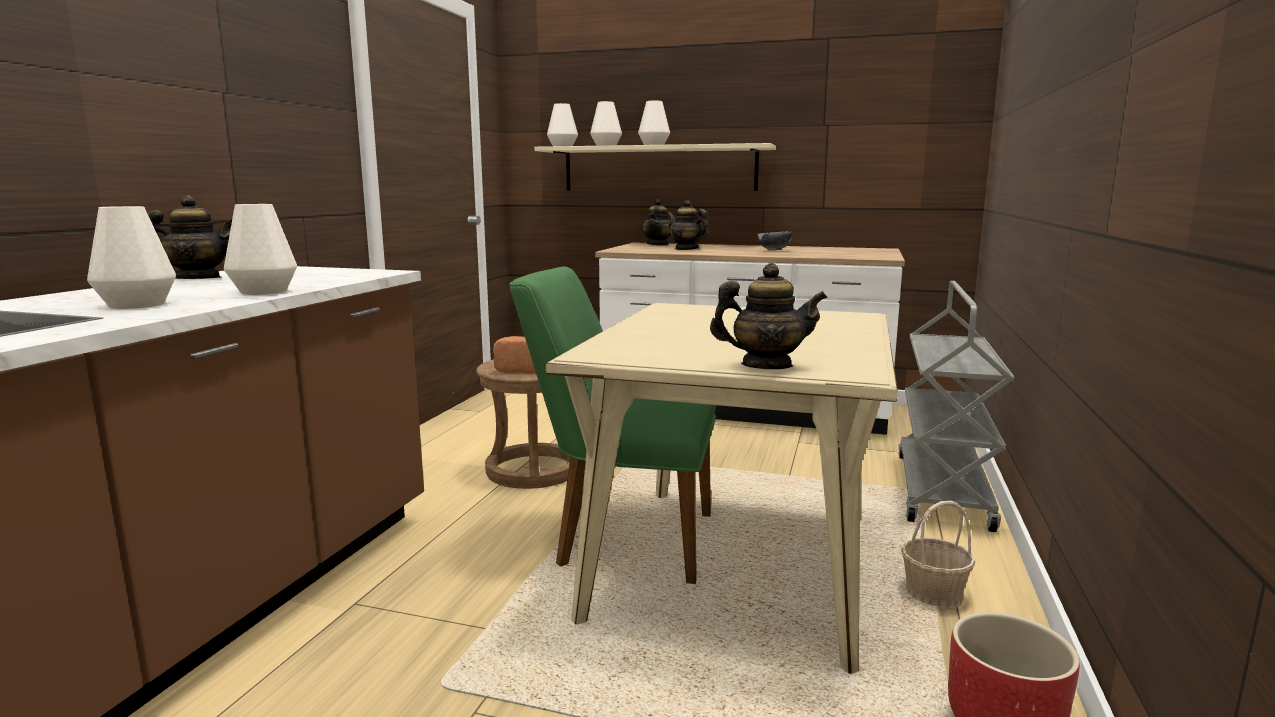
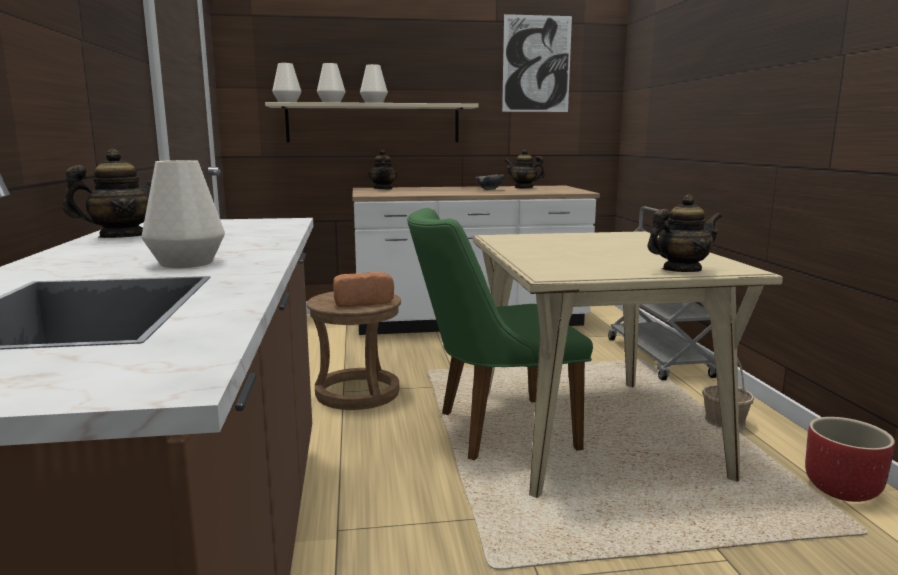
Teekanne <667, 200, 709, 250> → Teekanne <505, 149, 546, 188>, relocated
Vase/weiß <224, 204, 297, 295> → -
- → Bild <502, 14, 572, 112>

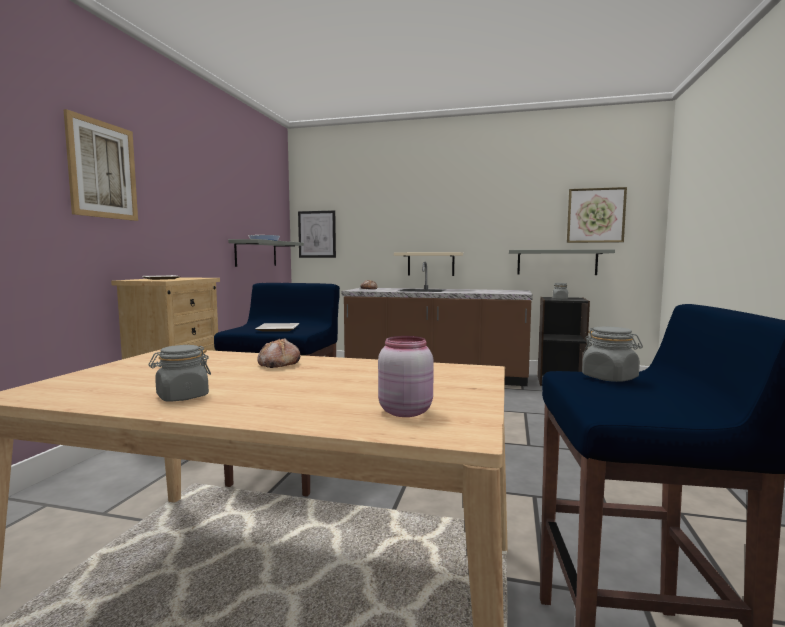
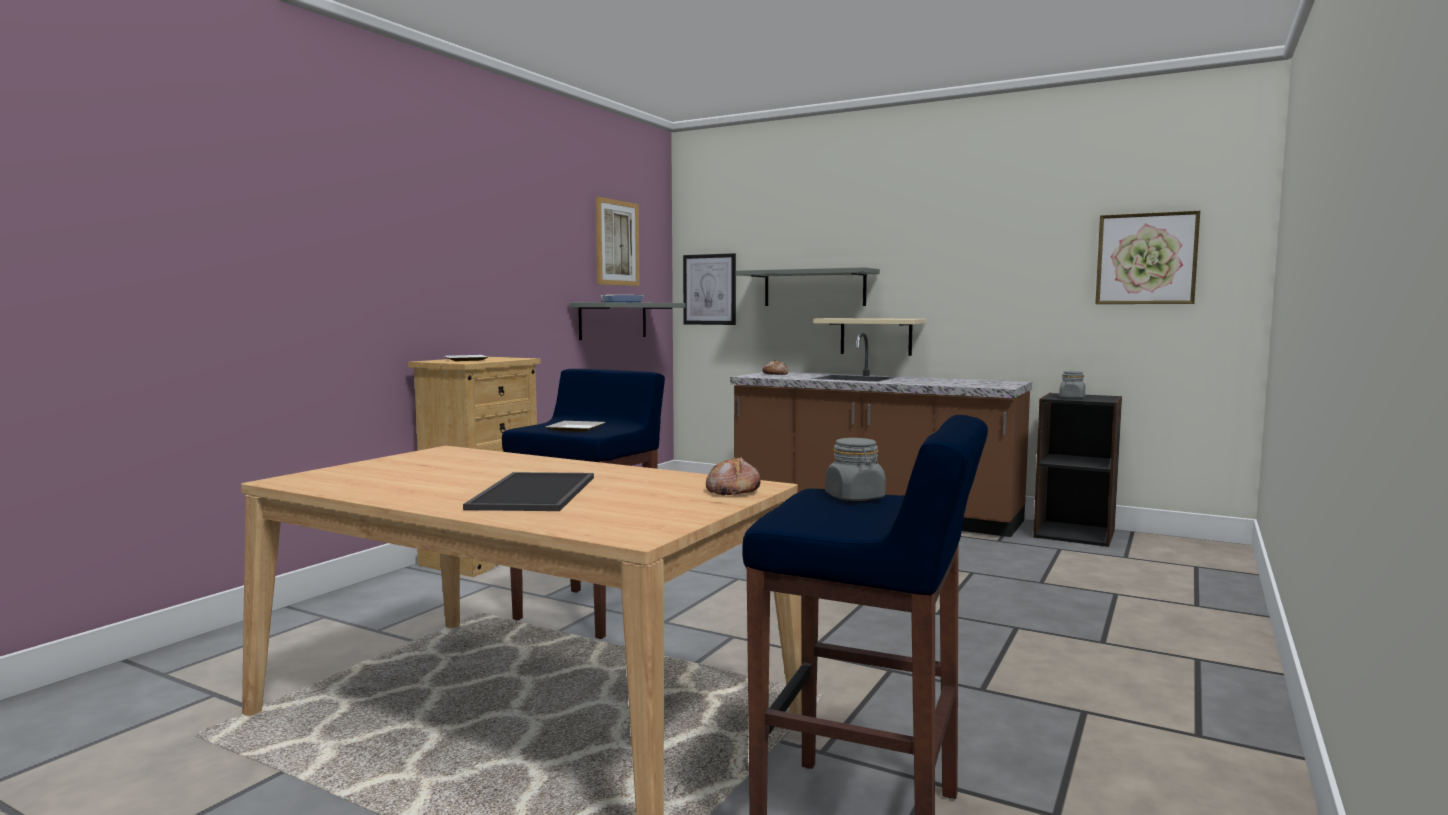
Bild <63, 109, 138, 221> → Bild <596, 197, 640, 286>, relocated
Wandregal/grau <509, 249, 615, 275> → Wandregal/grau <735, 267, 880, 306>, relocated
Vorratsglas/rosa <378, 336, 434, 417> → -
Brot <257, 338, 300, 368> → Brot <706, 457, 761, 495>, relocated
Vorratsglas/grau <148, 345, 211, 402> → -
- → Tablett <463, 472, 594, 511>

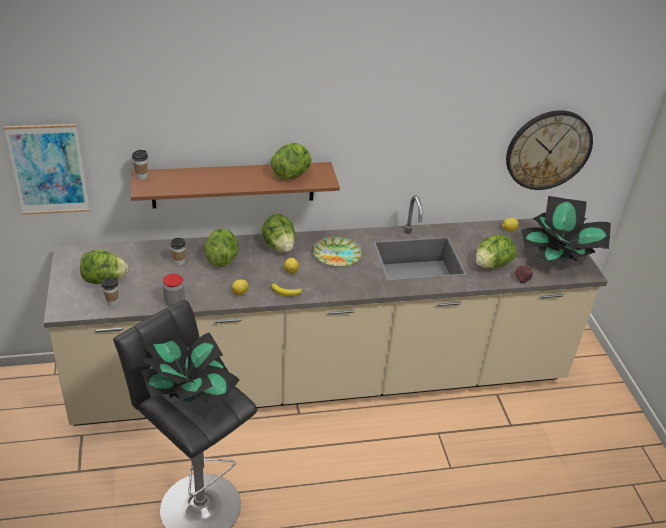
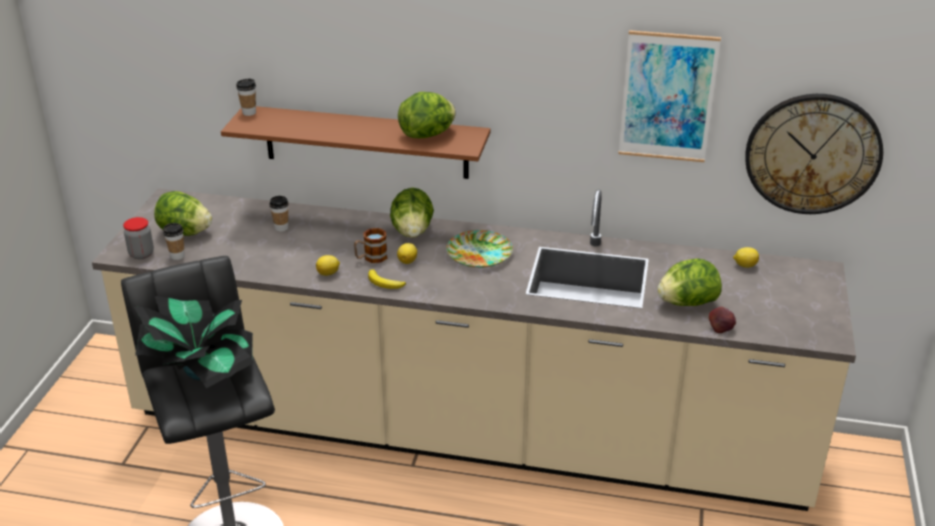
Bild <4, 124, 90, 215> → Bild <618, 30, 721, 162>, relocated
Topfpflanze <521, 196, 611, 267> → -
Salatkopf <204, 229, 238, 267> → -
Vorratsglas <163, 274, 185, 306> → Vorratsglas <123, 217, 154, 259>, relocated
- → Henkelbecher <354, 228, 387, 263>

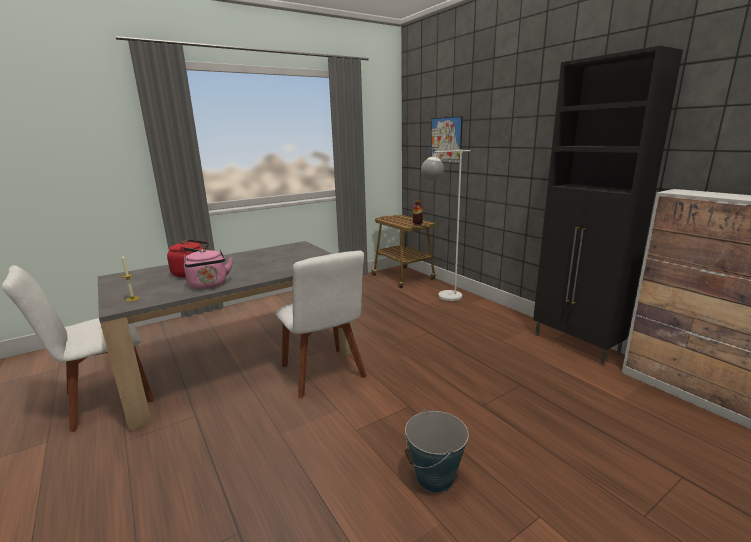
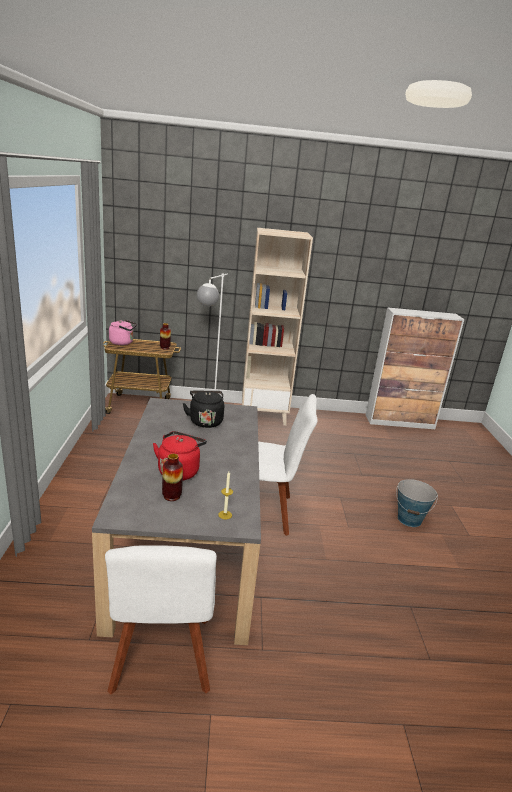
Schrank/schwarz <533, 46, 683, 365> → -
Bild <431, 116, 463, 164> → -
Wasserkessel/rosa <184, 249, 233, 289> → Wasserkessel/rosa <109, 319, 137, 345>, relocated
- → Bücherregal/beige <242, 228, 313, 426>
- → Wasserkessel/schwarz <183, 391, 224, 428>
- → Vase <162, 454, 183, 501>

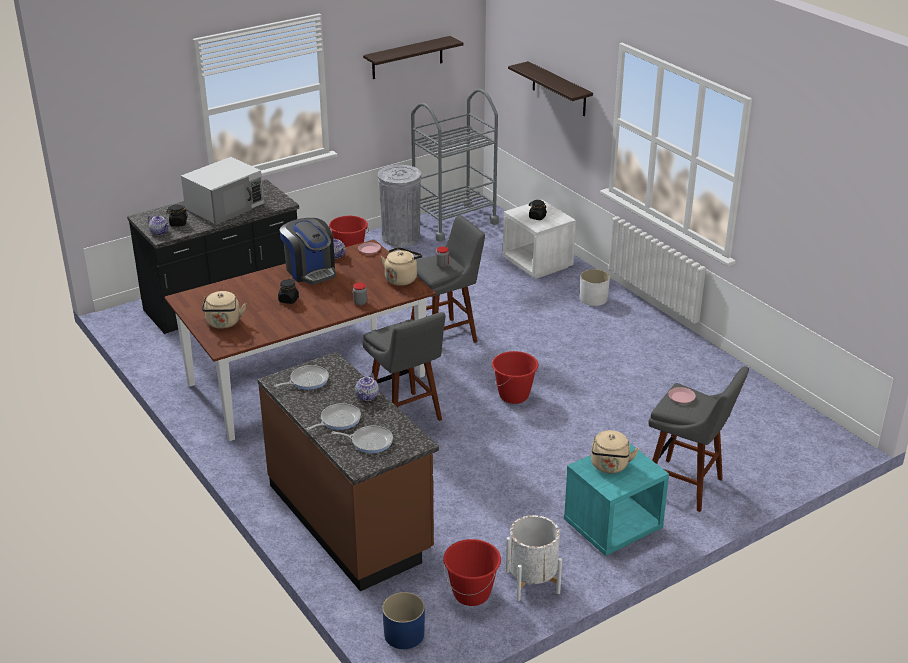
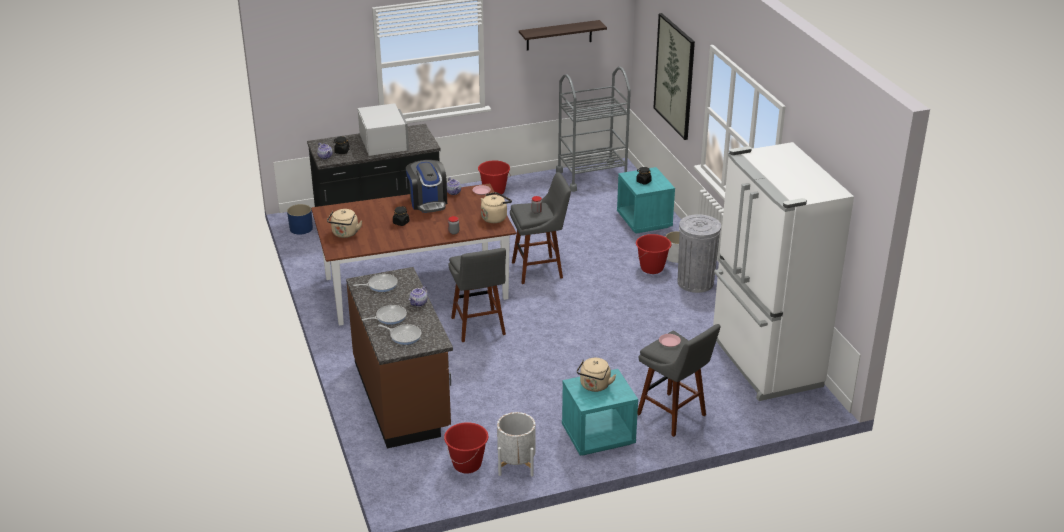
Wandregal <508, 61, 593, 116> → Bild <653, 13, 695, 140>
Mikrowelle/weiß <181, 157, 264, 224> → Mikrowelle/weiß <358, 103, 409, 156>, 75 degrees counterclockwise
Mülleimer/grau <378, 165, 421, 247> → Mülleimer/grau <678, 214, 721, 293>, relocated
Nachttisch/weiß <503, 200, 576, 279> → Nachttisch/türkis <617, 167, 675, 234>
Eimer/rot <492, 351, 538, 404> → Eimer/rot <636, 234, 671, 274>, relocated
Pflanzkübel/blau <382, 592, 425, 649> → Pflanzkübel/blau <287, 204, 313, 235>, relocated
- → Kühlschrank/weiß <713, 142, 854, 401>

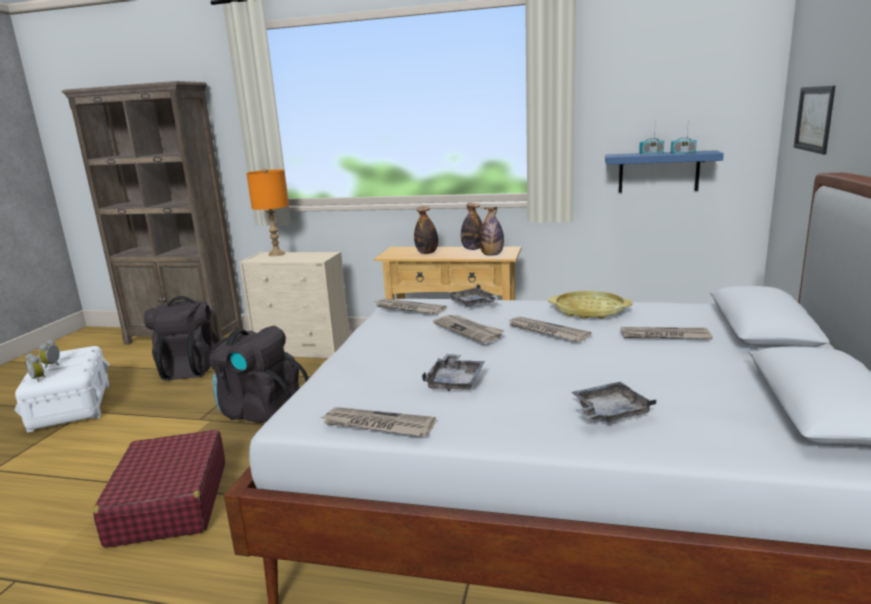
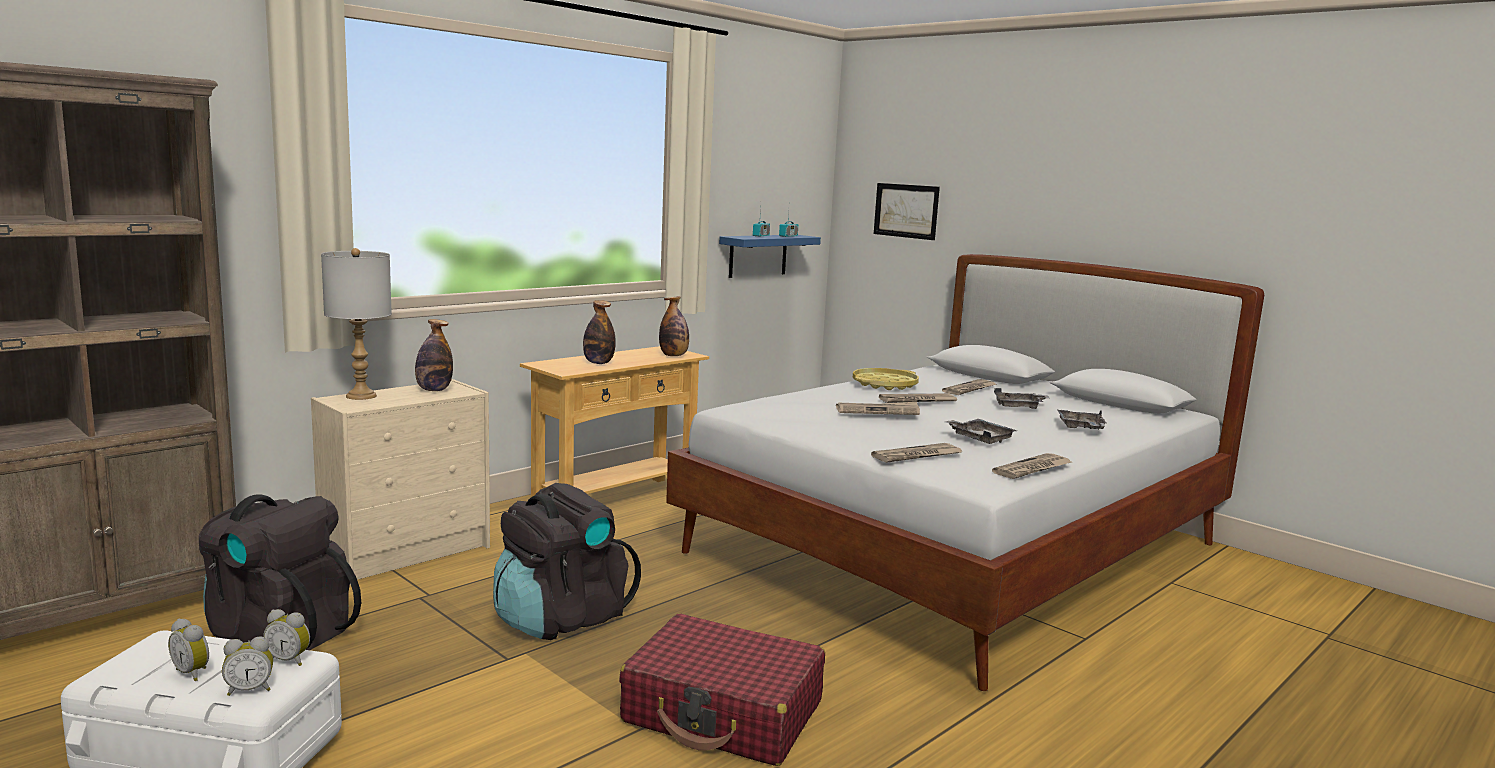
Tischlampe/orange <246, 168, 289, 256> → Tischlampe/grau <321, 248, 392, 400>
Flasche <461, 203, 482, 250> → Flasche <415, 319, 453, 391>, relocated
Tablett/grau <447, 284, 499, 307> → Tablett/grau <994, 388, 1049, 409>, relocated
Zeitung <376, 298, 447, 314> → Zeitung <871, 443, 962, 463>, relocated
- → Wecker <263, 609, 310, 666>

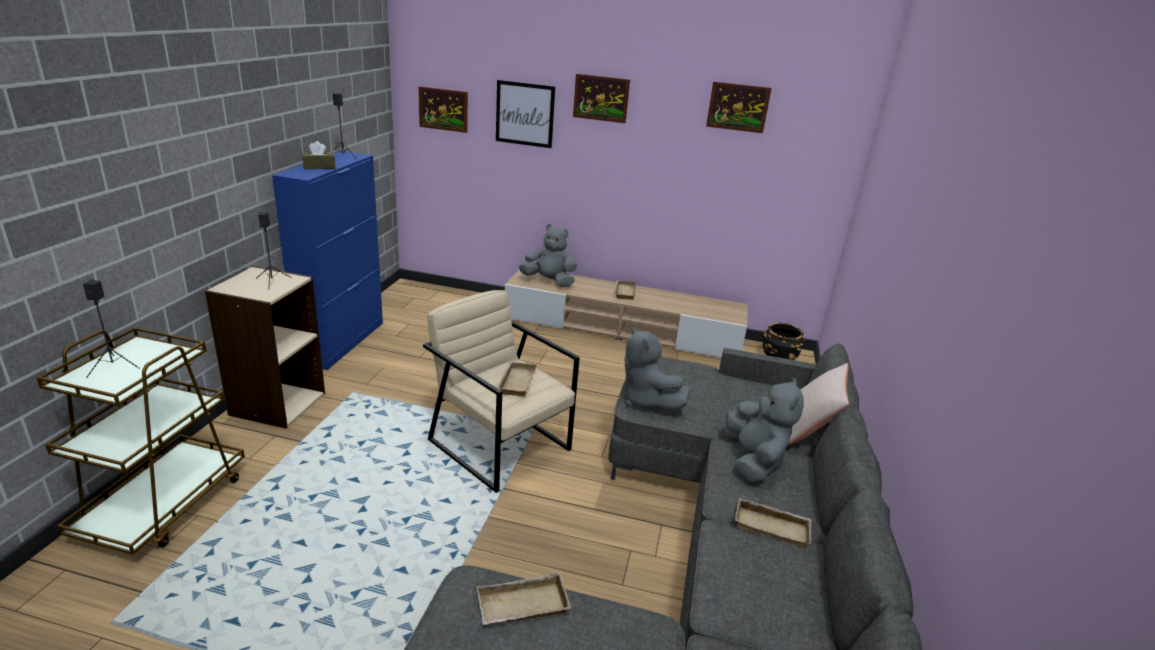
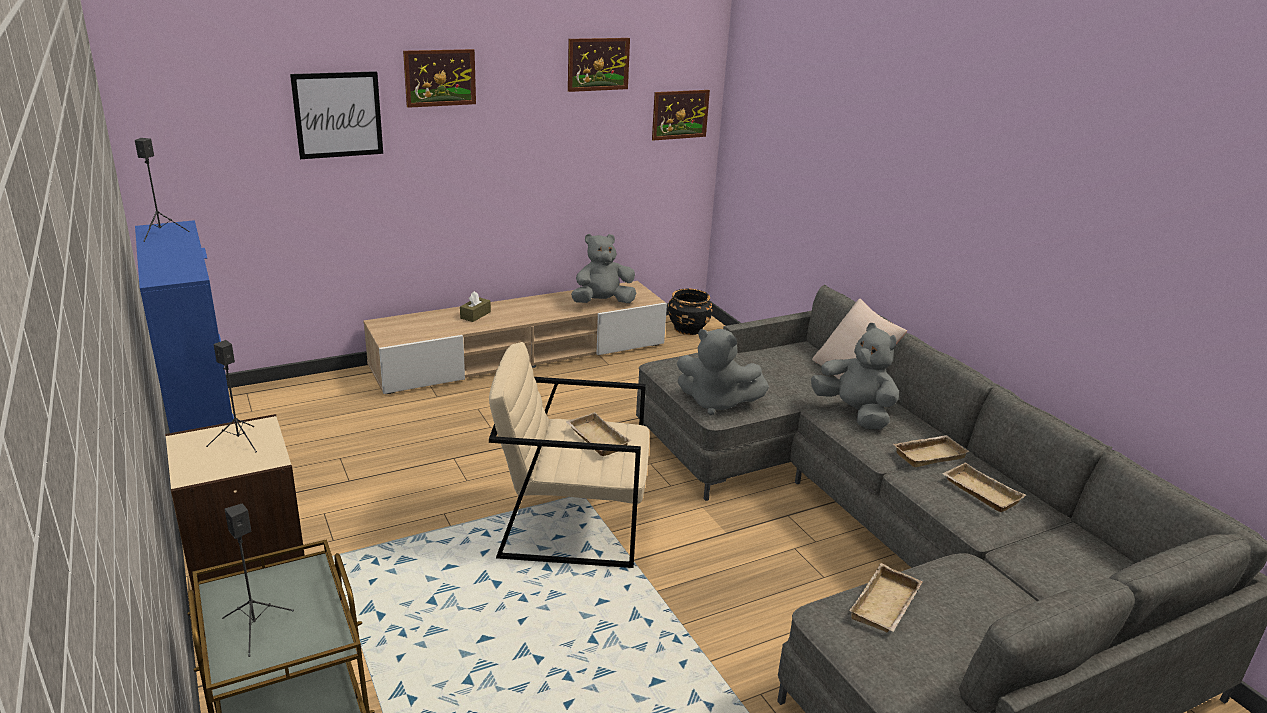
Bild <418, 86, 468, 133> → Bild <652, 90, 710, 141>, relocated
Taschentuchbox/braun <302, 141, 335, 169> → Taschentuchbox/braun <460, 291, 491, 322>, relocated
Plüschtier/grau <519, 224, 577, 287> → Plüschtier/grau <571, 234, 636, 303>, relocated
Tablett/beige <615, 280, 636, 300> → Tablett/beige <942, 462, 1026, 512>, relocated

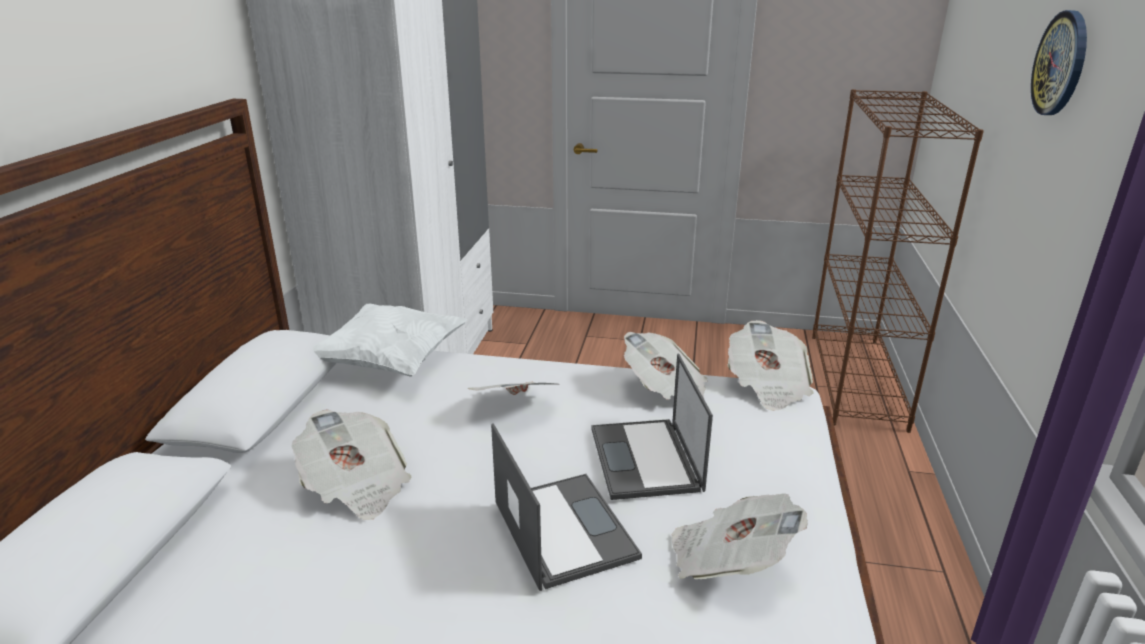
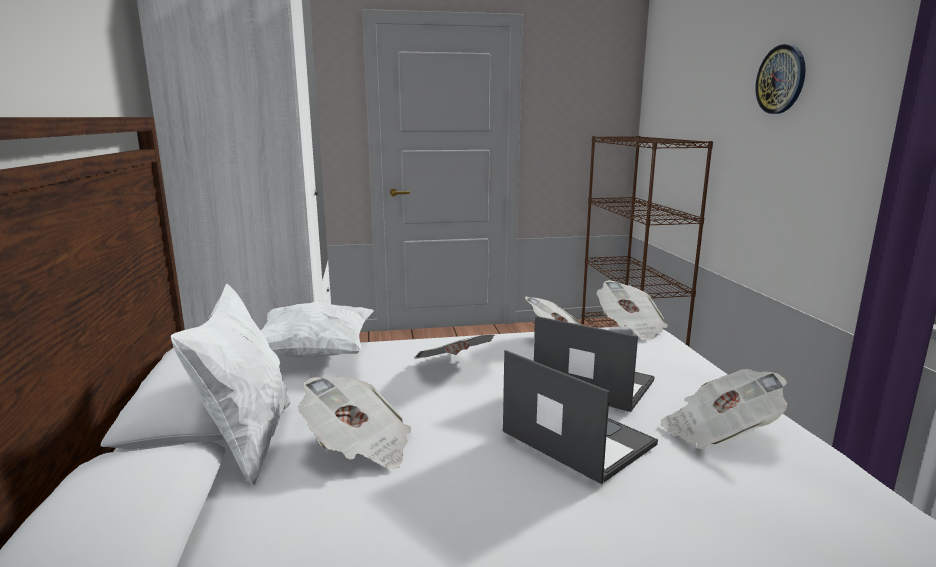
Laptop <592, 354, 713, 500> → Laptop <534, 316, 655, 412>, 150 degrees clockwise
- → Kissen/weiß <171, 284, 290, 486>

